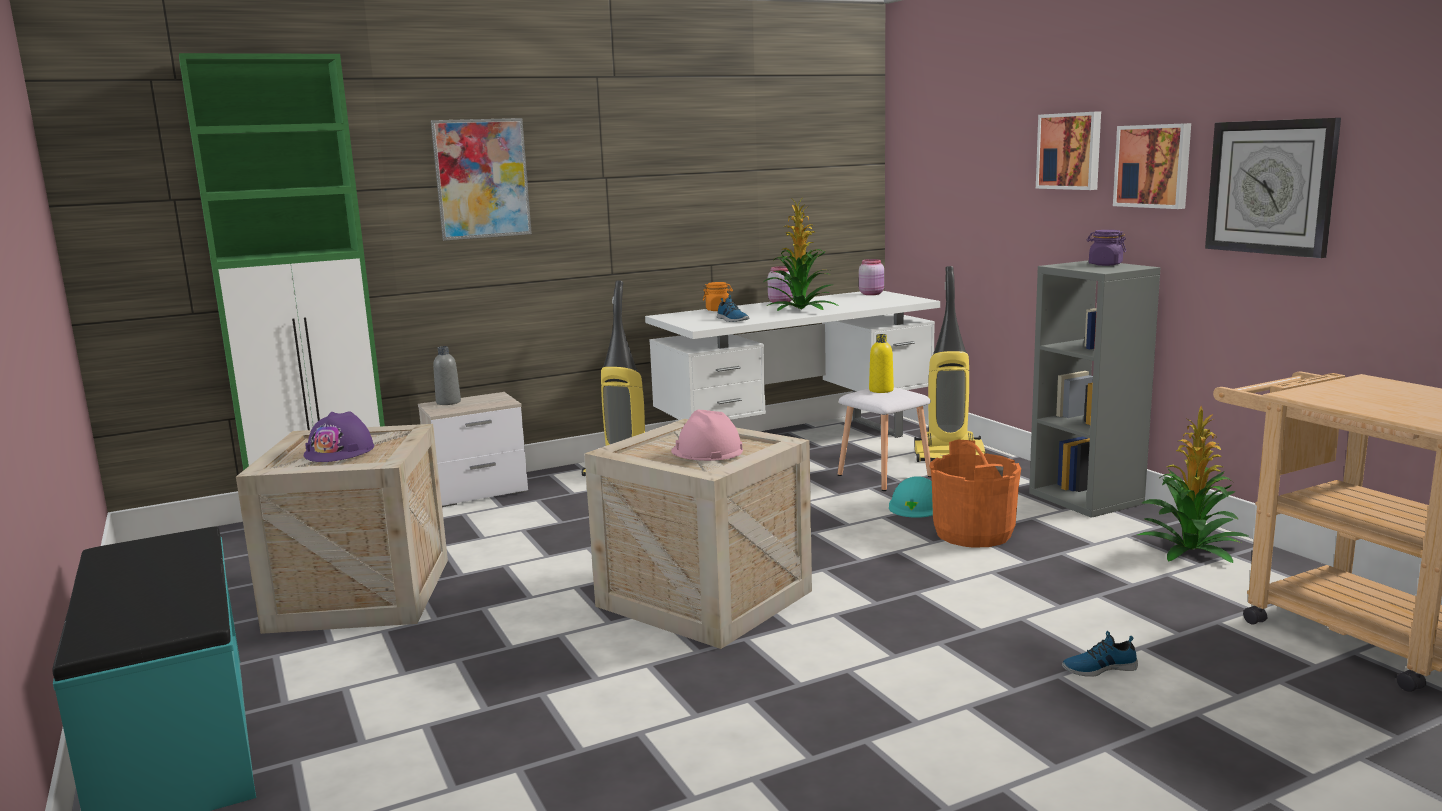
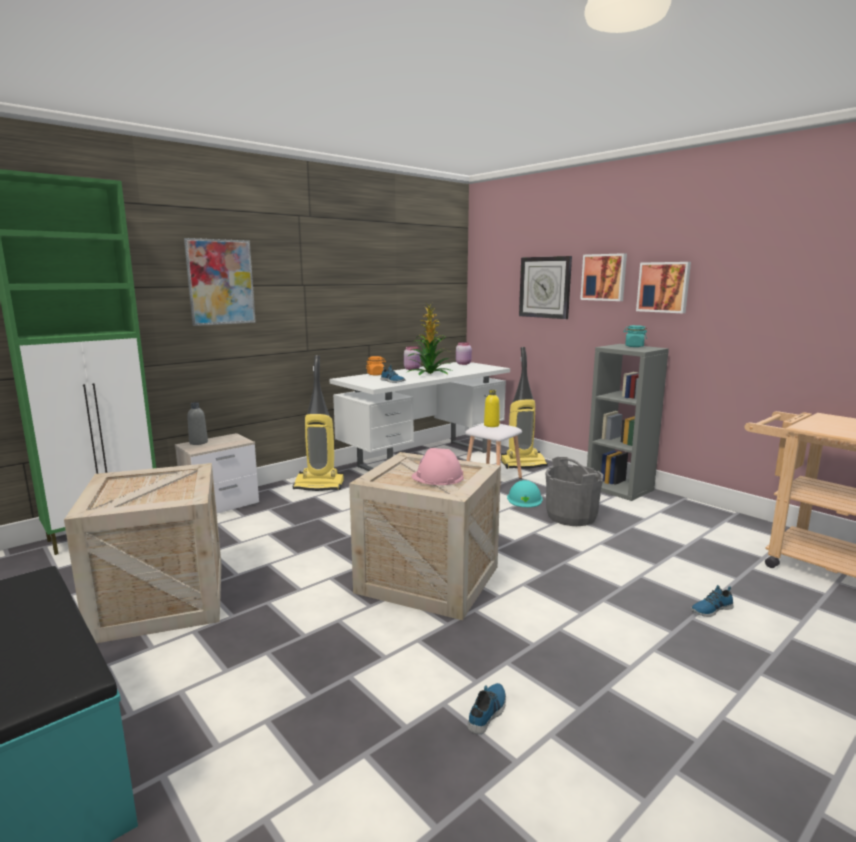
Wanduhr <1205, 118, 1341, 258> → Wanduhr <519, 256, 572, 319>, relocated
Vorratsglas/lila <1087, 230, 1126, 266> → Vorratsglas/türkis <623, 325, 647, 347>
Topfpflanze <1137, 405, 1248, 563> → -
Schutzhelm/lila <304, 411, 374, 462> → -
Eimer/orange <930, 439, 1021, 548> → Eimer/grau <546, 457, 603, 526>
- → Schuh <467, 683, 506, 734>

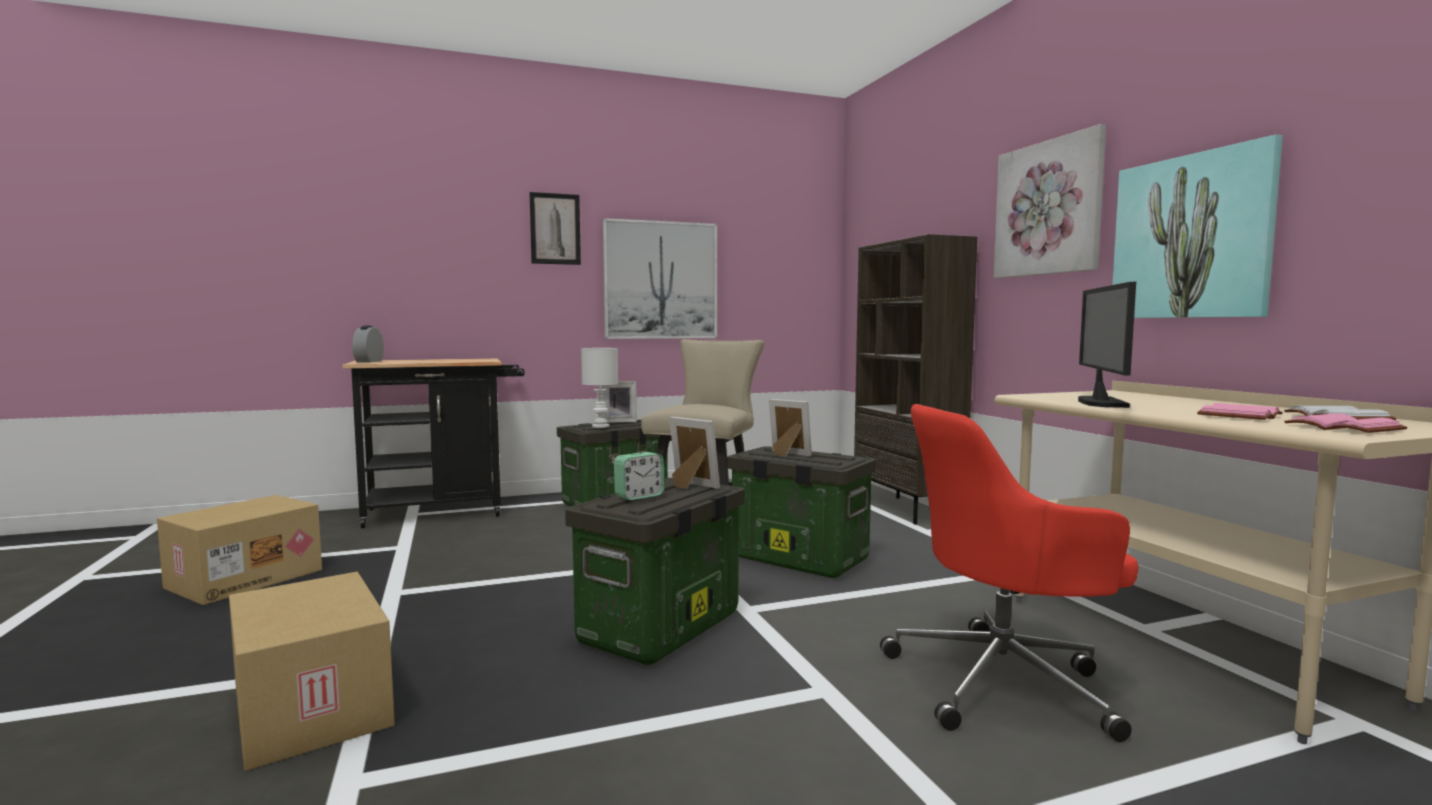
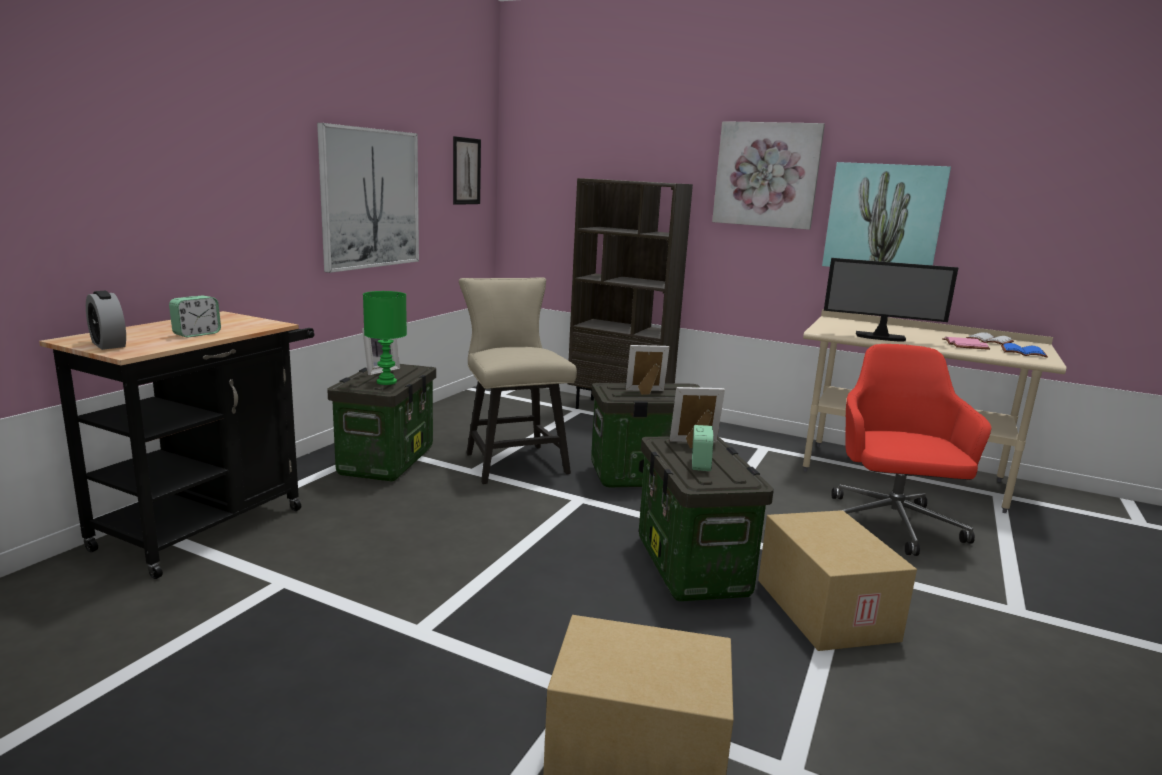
Bild <529, 192, 581, 265> → Bild <453, 136, 481, 205>, relocated
Monitor <1078, 282, 1136, 408> → Monitor <824, 258, 958, 342>, 45 degrees counterclockwise
Tischlampe/weiß <581, 348, 618, 428> → Tischlampe/grün <363, 291, 407, 385>
Bürostuhl/rot <880, 404, 1138, 742> → Bürostuhl/rot <831, 344, 991, 556>, 150 degrees clockwise
Buch/rosa <1284, 413, 1408, 433> → Buch/blau <1001, 343, 1048, 358>
Karton <157, 495, 322, 605> → Karton <758, 510, 917, 651>, relocated
- → Wecker <169, 296, 221, 338>

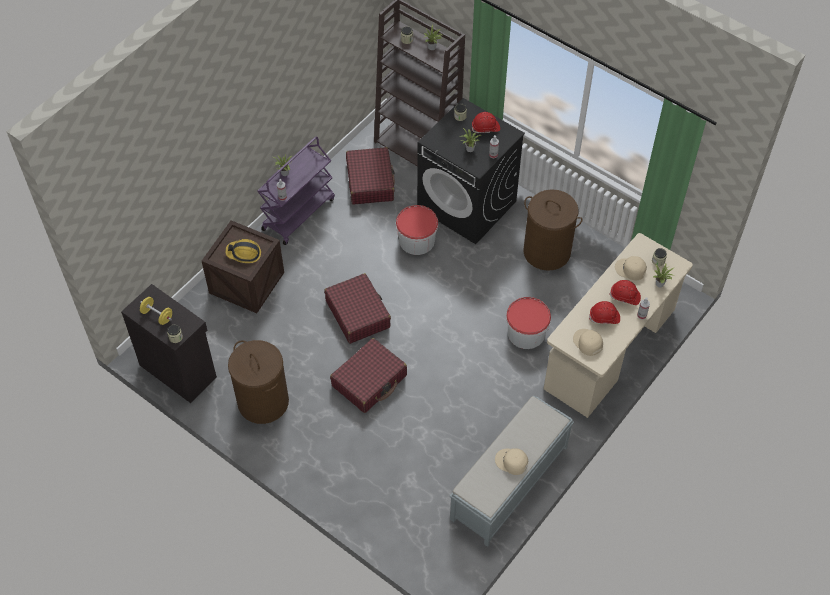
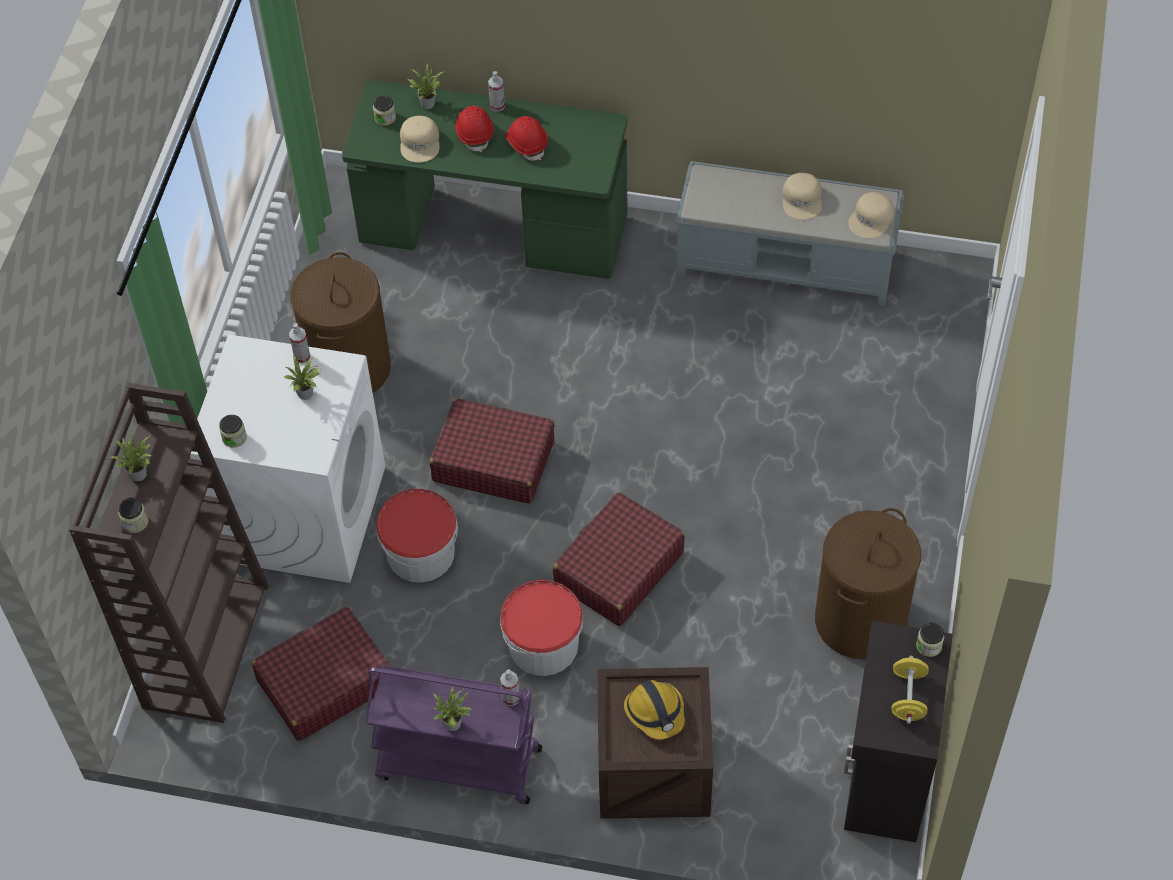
Waschmaschine/schwarz <417, 98, 525, 244> → Waschmaschine/weiß <190, 334, 385, 583>
Schutzhelm/rot <472, 112, 500, 133> → -
Schreibtisch/beige <544, 233, 693, 418> → Schreibtisch/grün <342, 80, 627, 279>
Eimer <506, 297, 551, 349> → Eimer <500, 580, 583, 676>, relocated
Kappe/beige <573, 329, 603, 356> → Kappe/beige <849, 192, 894, 239>, relocated
Koffer/rot <330, 338, 407, 413> → Koffer/rot <429, 399, 555, 504>, relocated

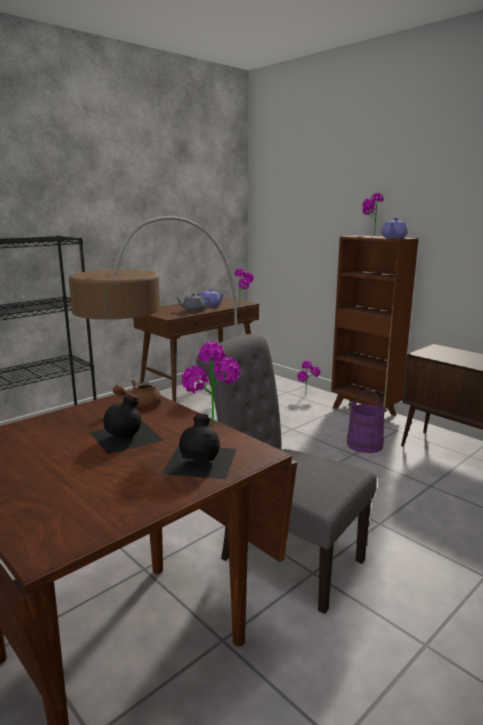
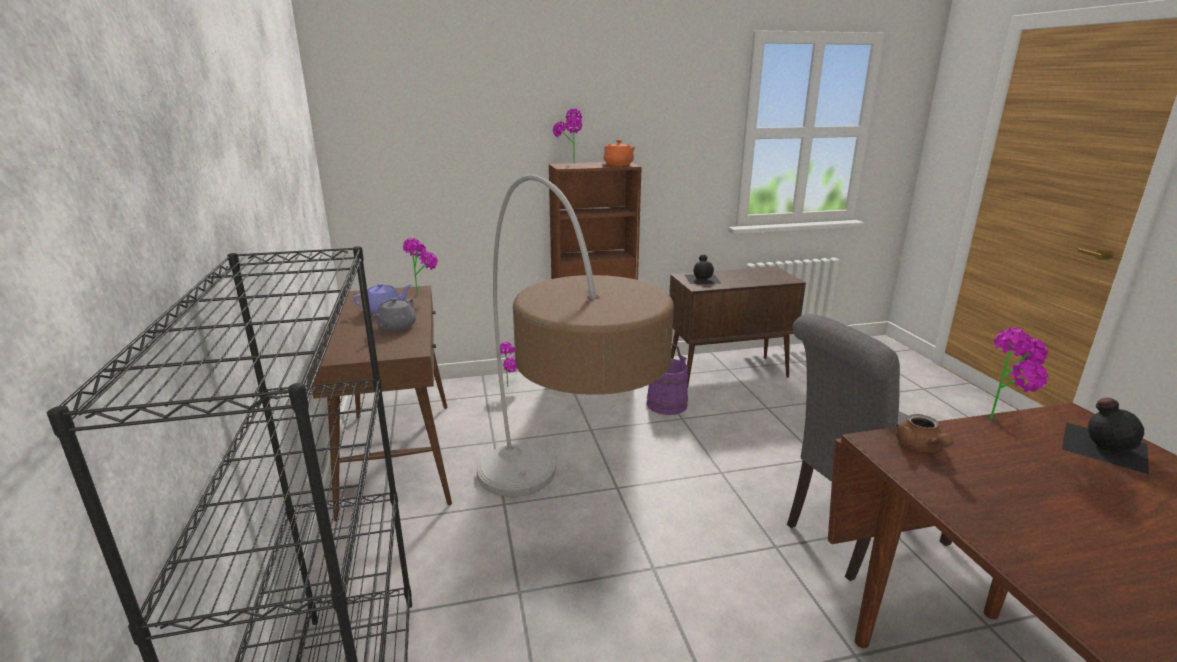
Teekanne/lila <381, 218, 408, 238> → Teekanne/orange <604, 140, 636, 166>
Flasche/schwarz <90, 393, 163, 454> → Flasche/schwarz <685, 255, 722, 284>, relocated

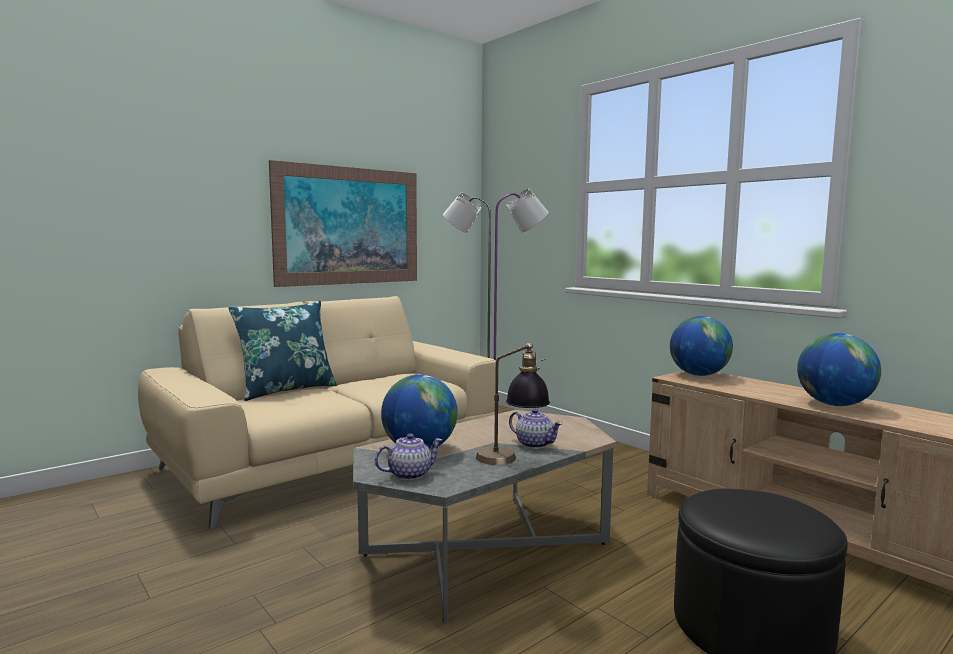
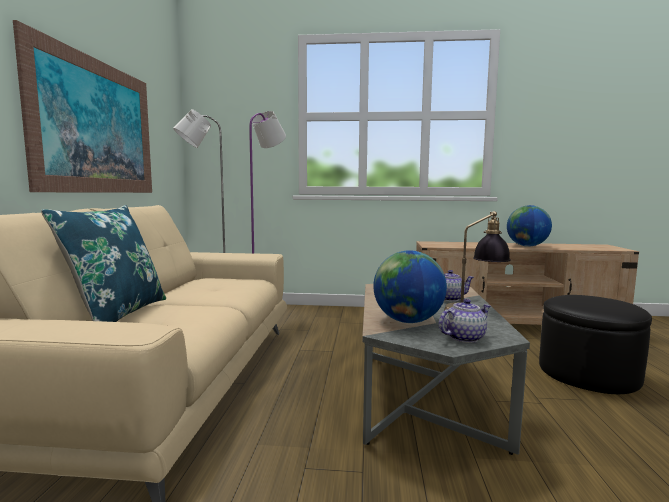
Globus <670, 316, 733, 376> → -
Teekanne <375, 433, 443, 480> → Teekanne <439, 299, 490, 343>, 45 degrees clockwise

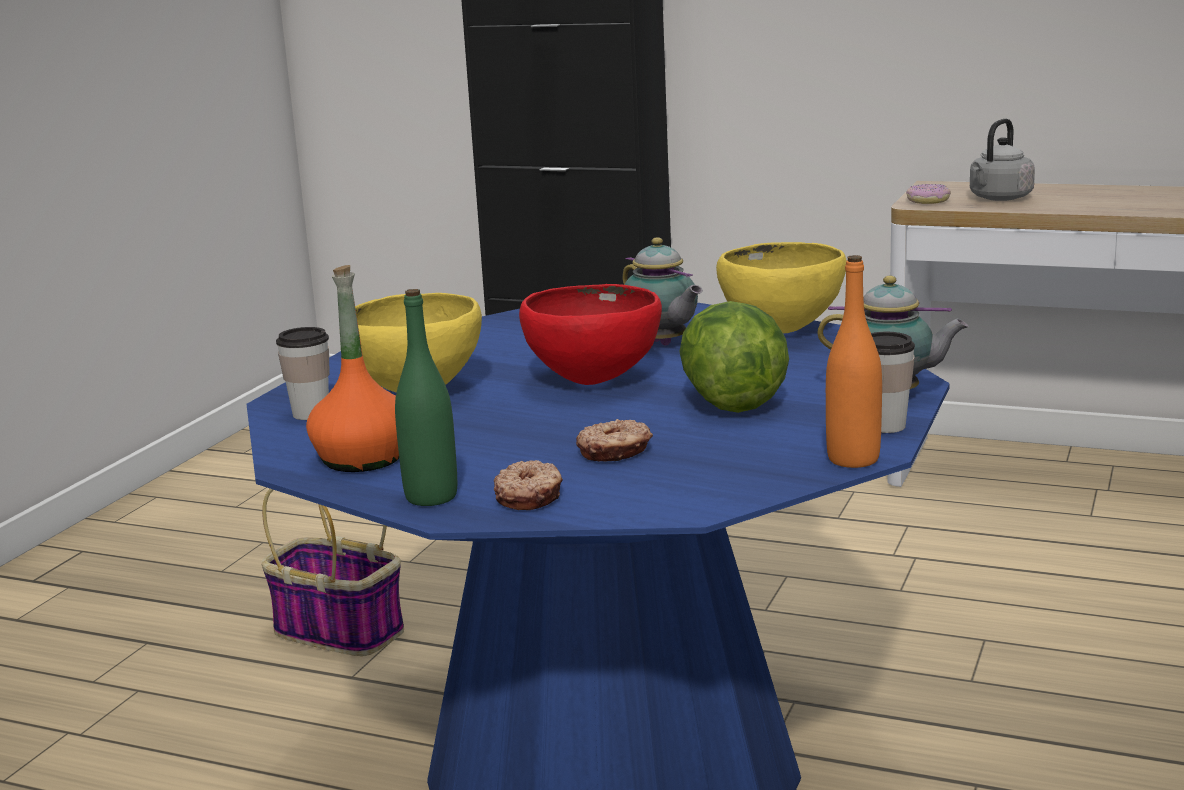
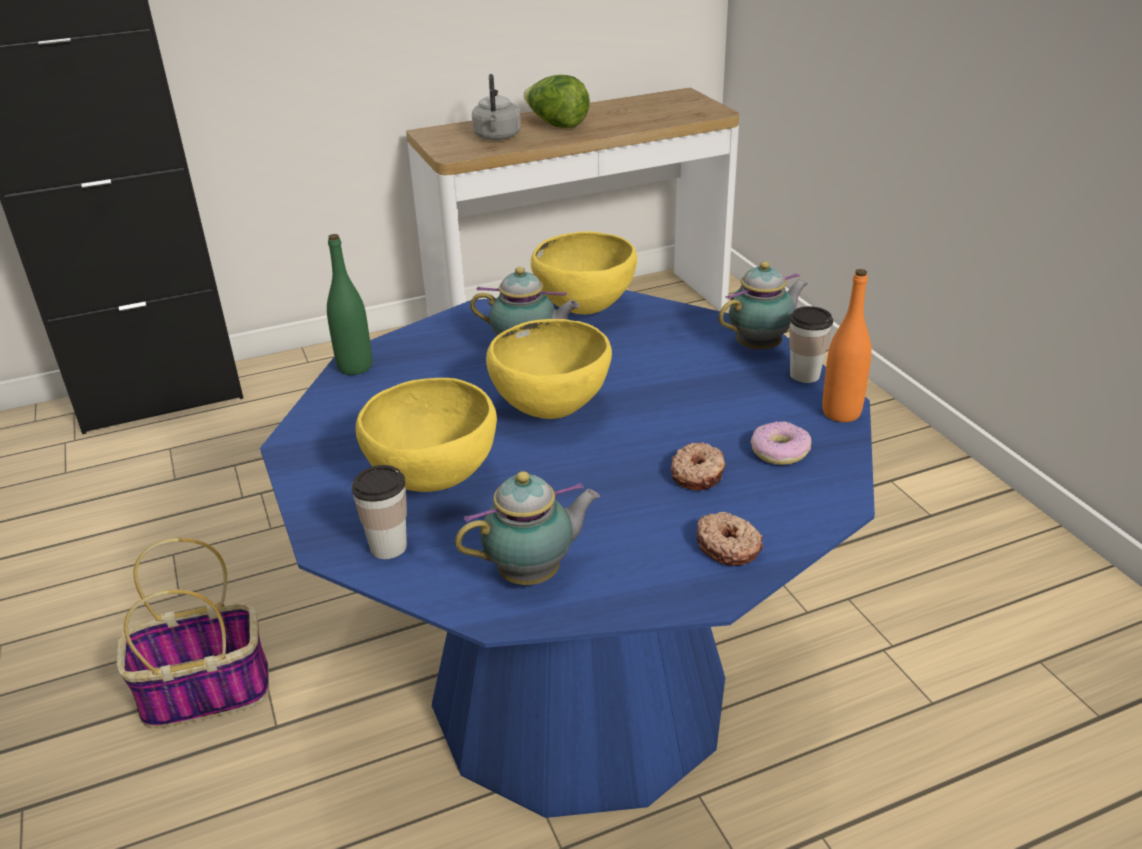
Donut <906, 184, 951, 204> → Donut <751, 421, 811, 465>, relocated
Flasche/orange <306, 265, 399, 472> → Teekanne <455, 471, 600, 585>
Schüssel/rot <519, 284, 662, 385> → Schüssel/gelb <486, 319, 612, 419>
Flasche/grün <395, 289, 457, 506> → Flasche/grün <327, 234, 372, 375>, relocated
Salatkopf <679, 301, 789, 413> → Salatkopf <523, 75, 590, 128>, relocated

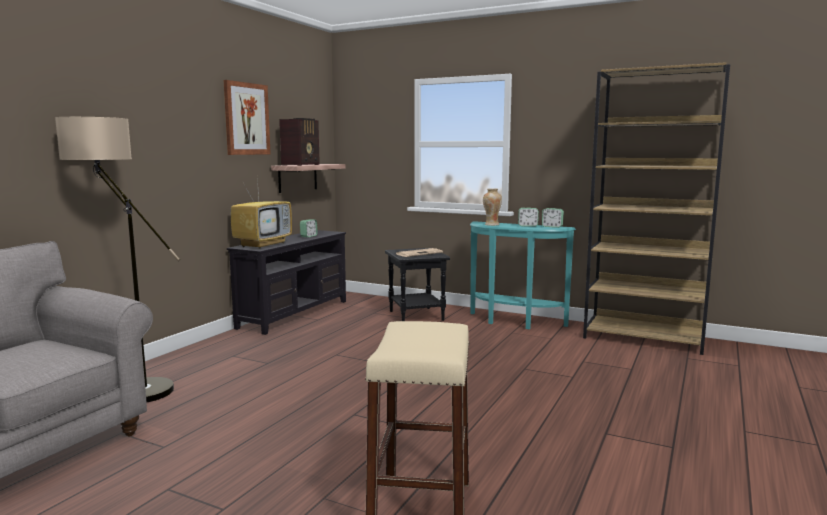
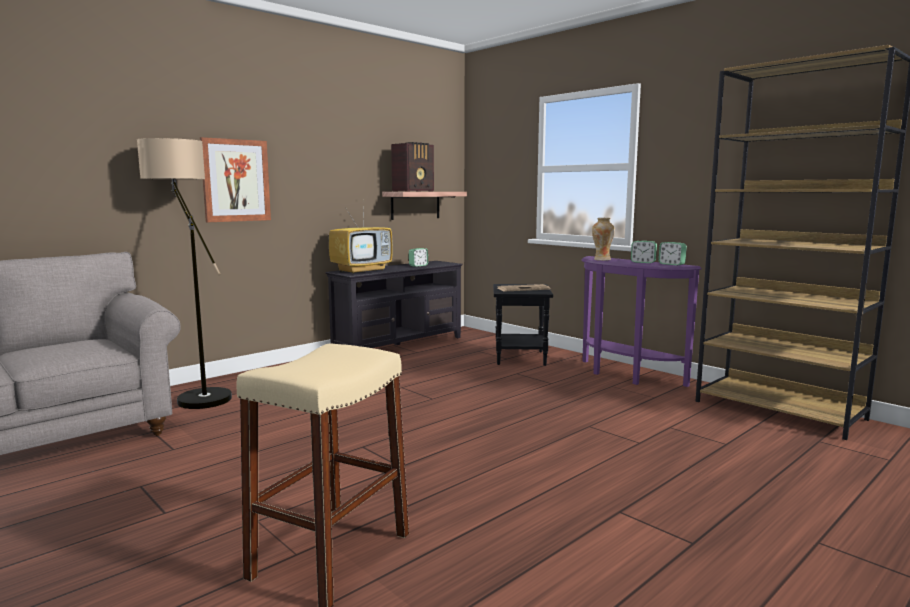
Bild <224, 80, 271, 155> → Bild <200, 137, 271, 222>, relocated
Konsolentisch/türkis <470, 221, 576, 329> → Konsolentisch/lila <581, 256, 702, 387>

